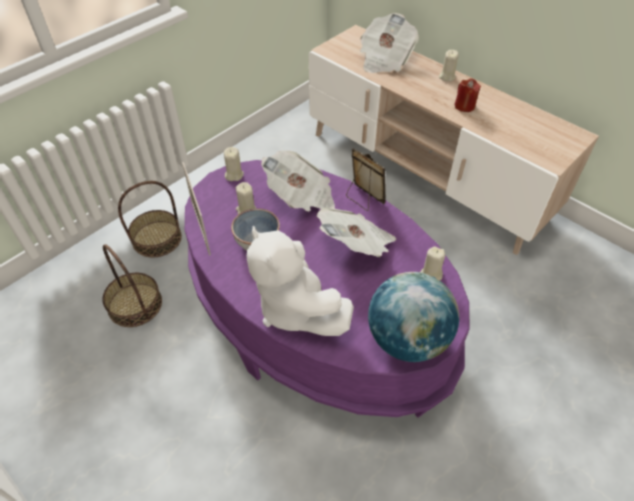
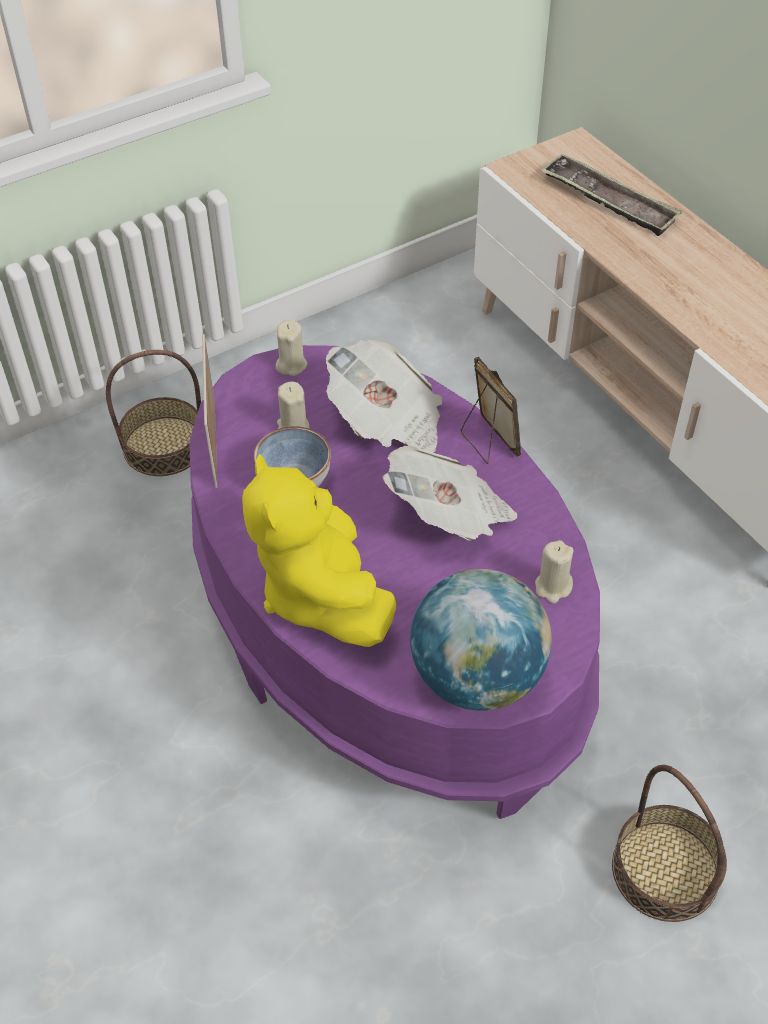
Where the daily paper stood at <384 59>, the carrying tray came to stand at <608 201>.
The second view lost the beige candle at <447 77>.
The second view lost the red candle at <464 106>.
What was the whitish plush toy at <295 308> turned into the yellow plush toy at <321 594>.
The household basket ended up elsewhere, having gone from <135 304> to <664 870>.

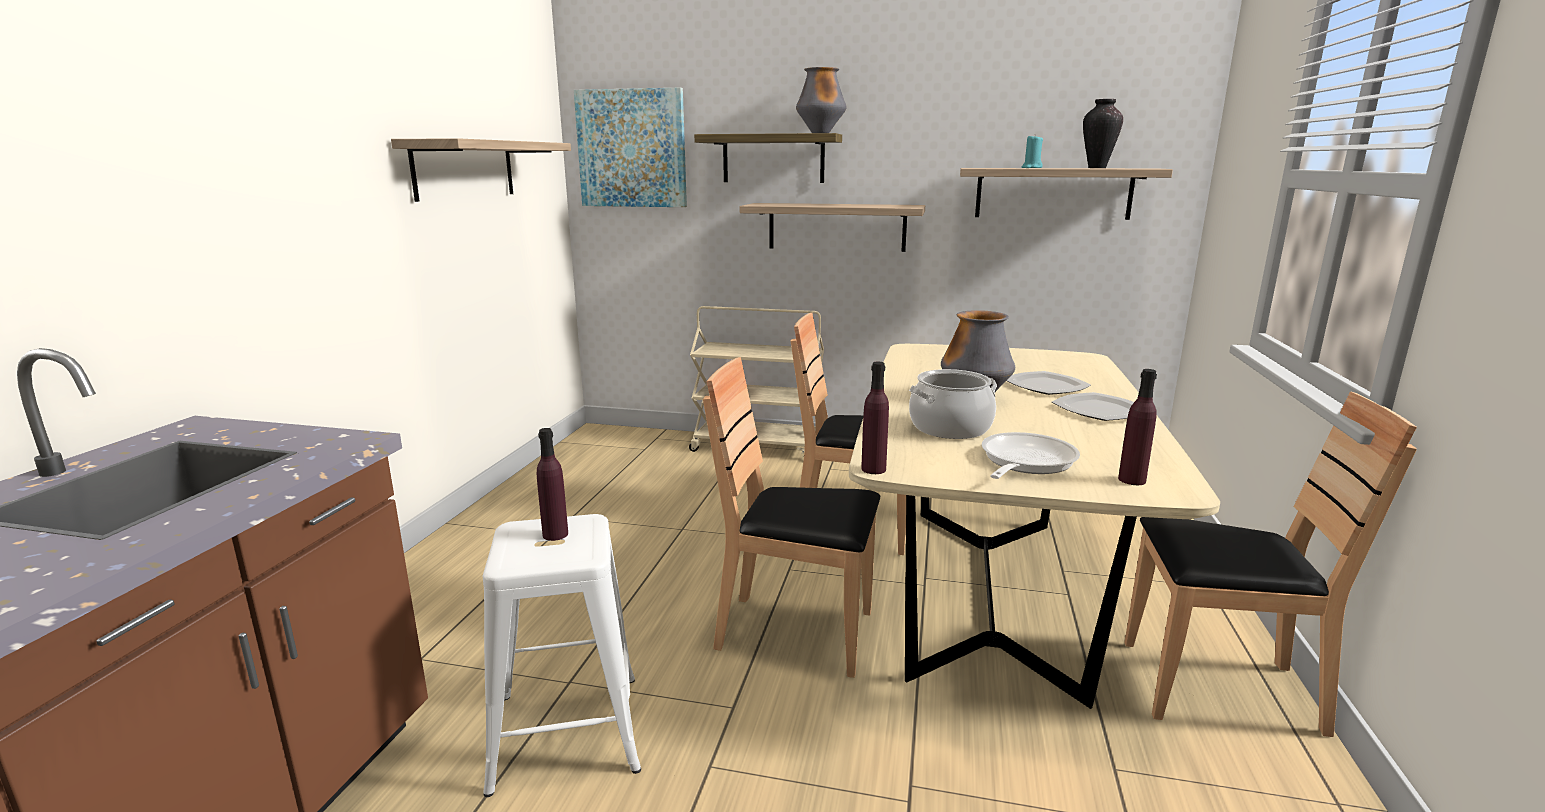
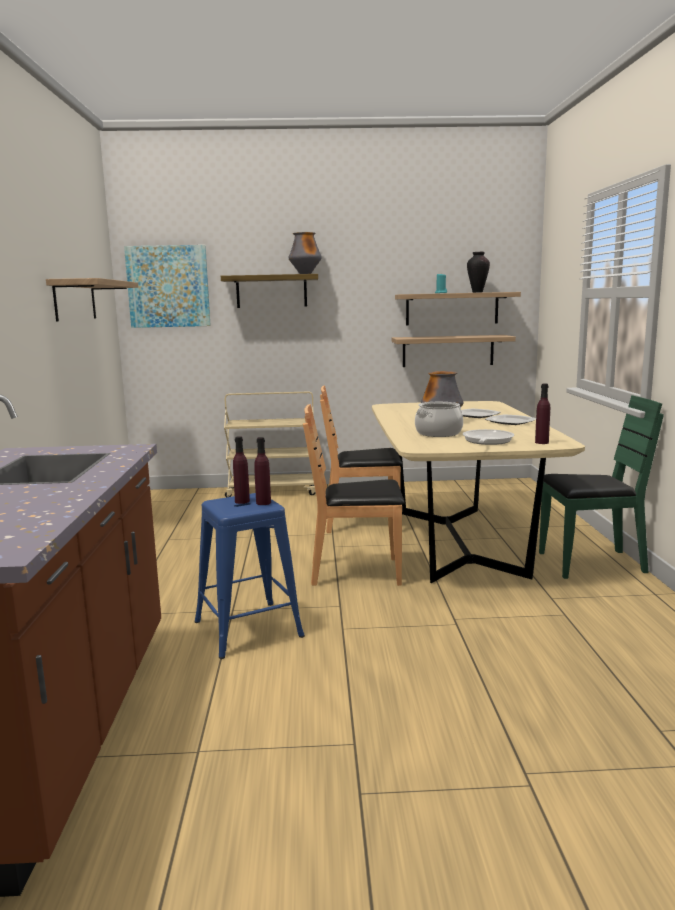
The shelf ended up elsewhere, having gone from <836 227> to <448 351>.
The purple bottle ended up elsewhere, having gone from <873 469> to <263 503>.
What was the brown upright chair at <1217 688> turned into the green upright chair at <590 563>.
What was the whitish stool seat at <567 731> turned into the bluish stool seat at <248 628>.

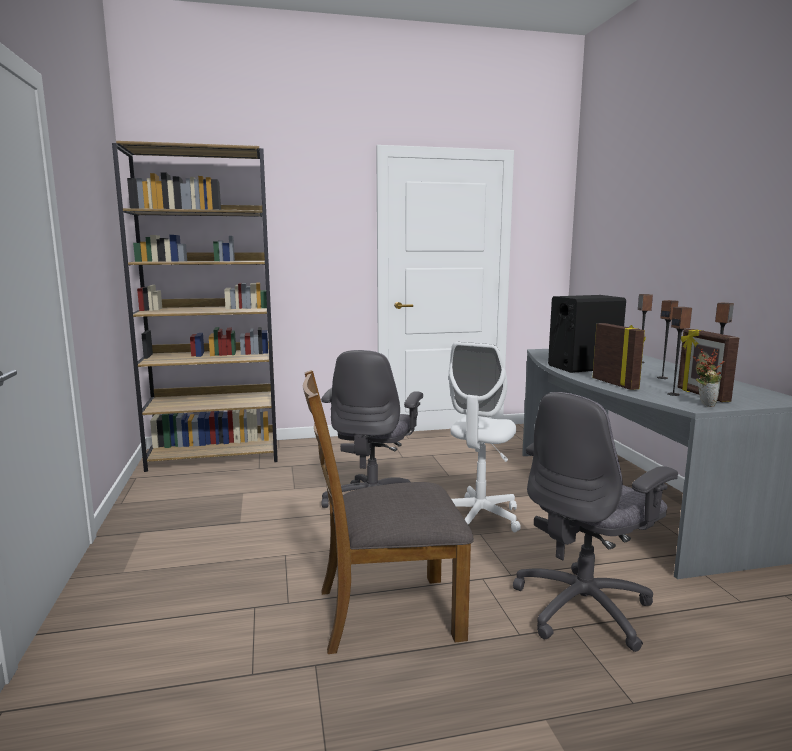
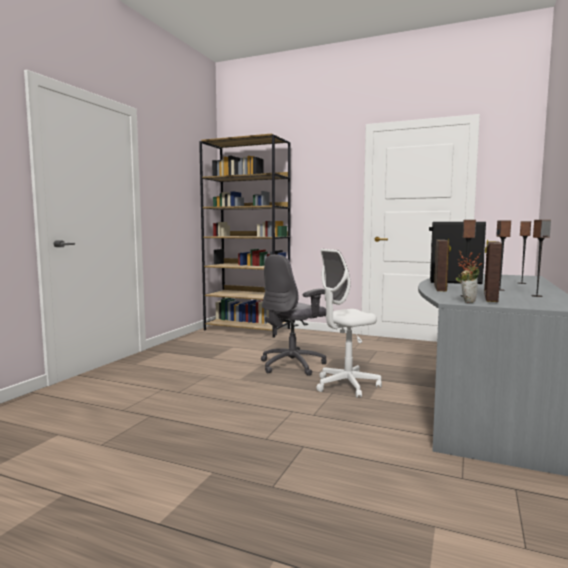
The second view lost the brown upright chair at <387 612>.
The second view lost the grey computer chair at <584 608>.

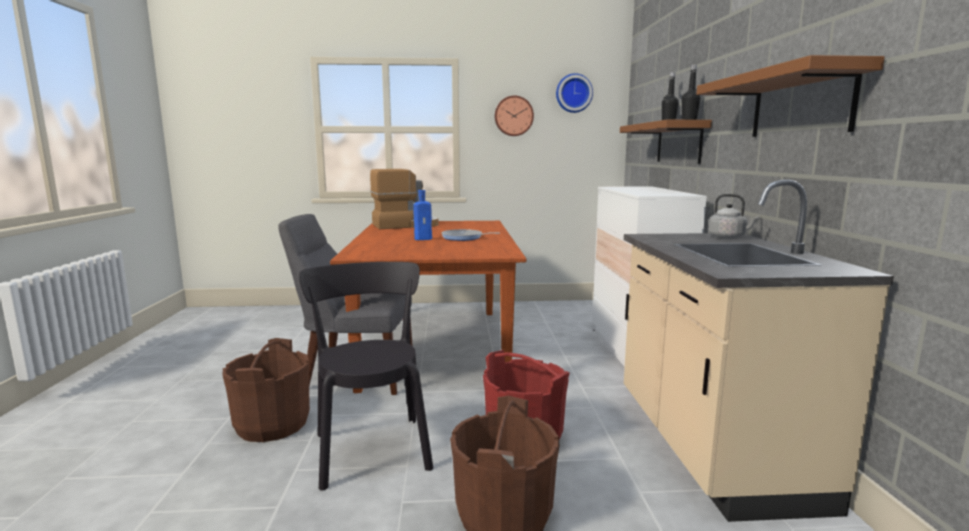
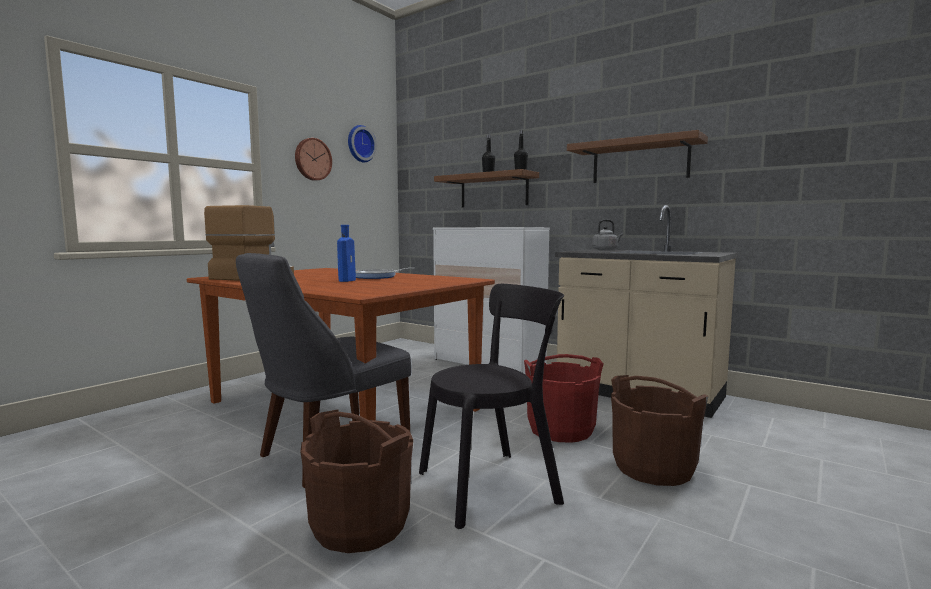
The blackish upright chair at <372 447> ended up facing another way, 135 degrees clockwise from before.

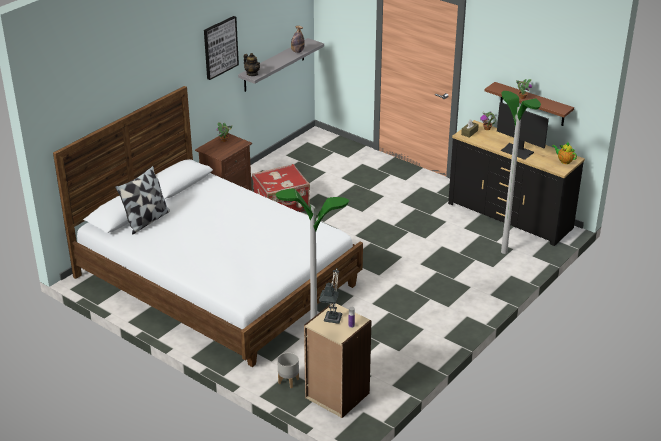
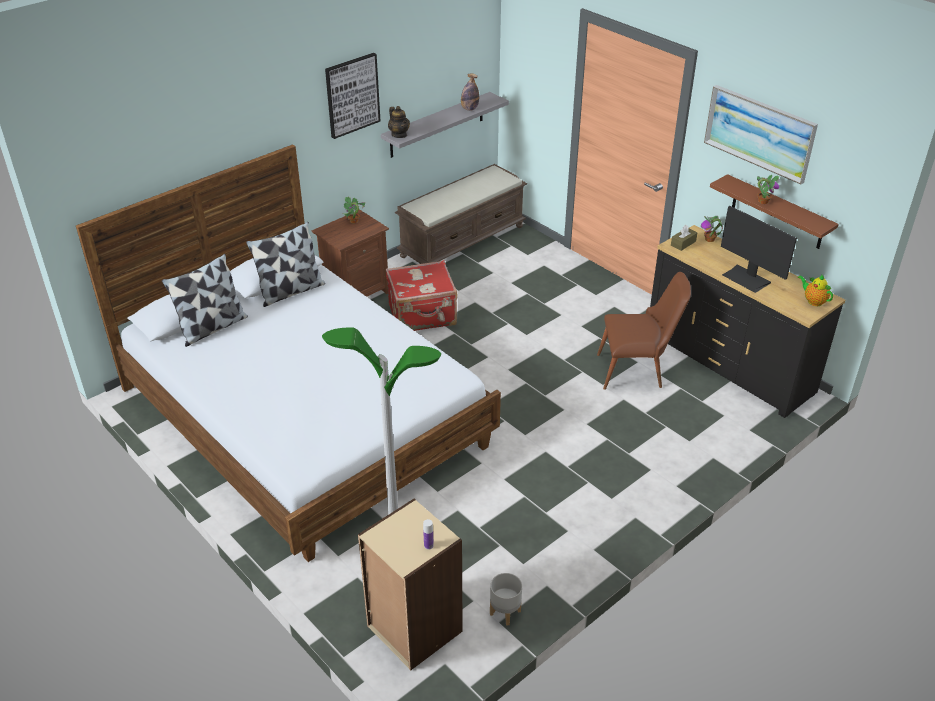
The second view lost the standard lamp at <504 252>.
The second view lost the lamp for a table at <332 321>.
The grey planter ended up elsewhere, having gone from <288 381> to <504 612>.
The second view gained the wall picture at <759 133>.
The second view gained the brown indoor bench at <462 240>.
The second view gained the pillow at <290 291>.
The second view gained the brown upright chair at <637 372>.

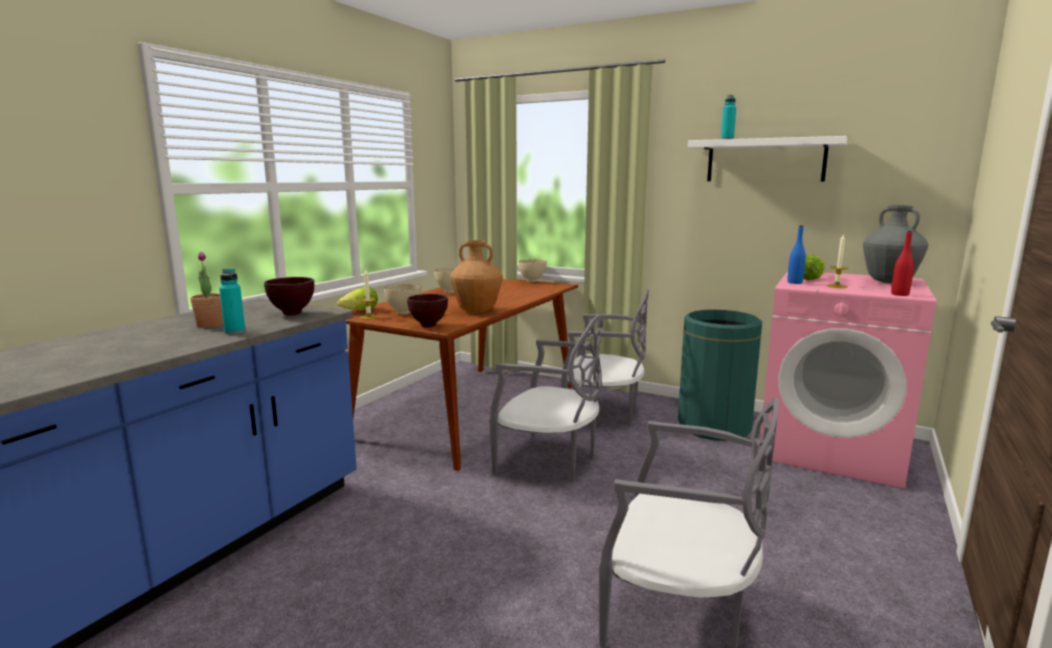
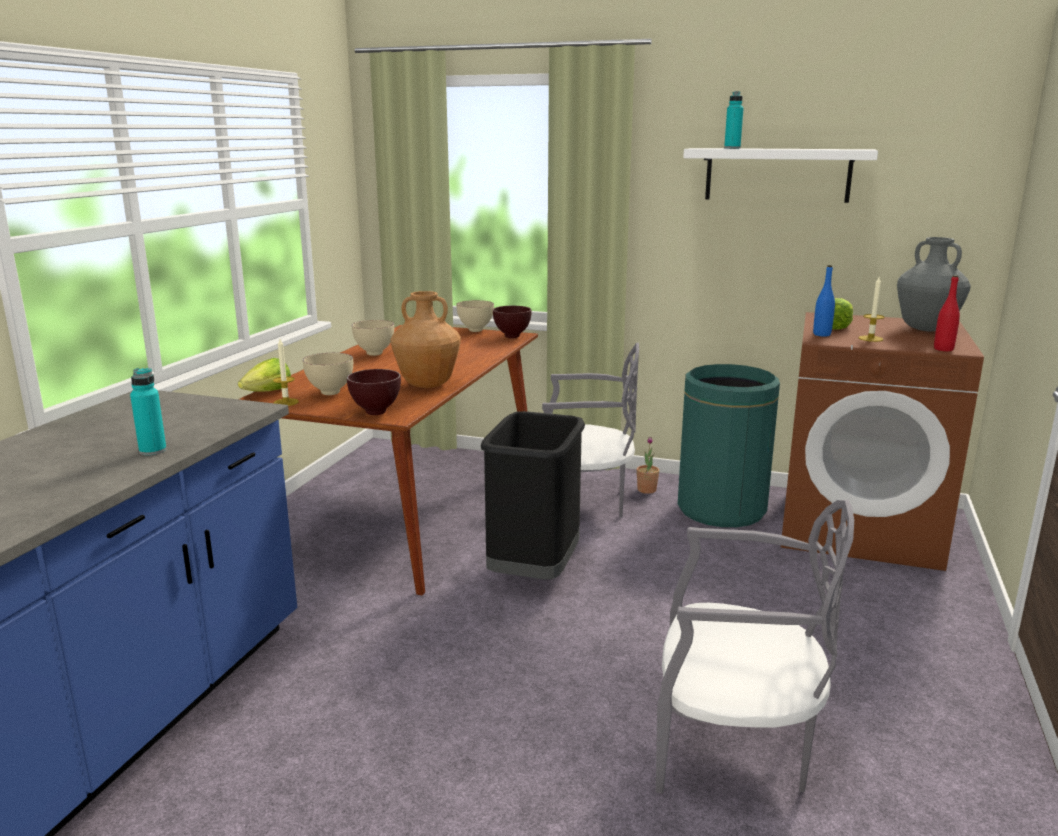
The houseplant ended up elsewhere, having gone from <210 324> to <646 490>.
What was the pinkish laundry machine at <831 449> turned into the brown laundry machine at <859 528>.
The brown serving bowl ended up elsewhere, having gone from <292 314> to <512 337>.
Where the grey upright chair stood at <549 461>, the blackish rubbish bin came to stand at <534 572>.

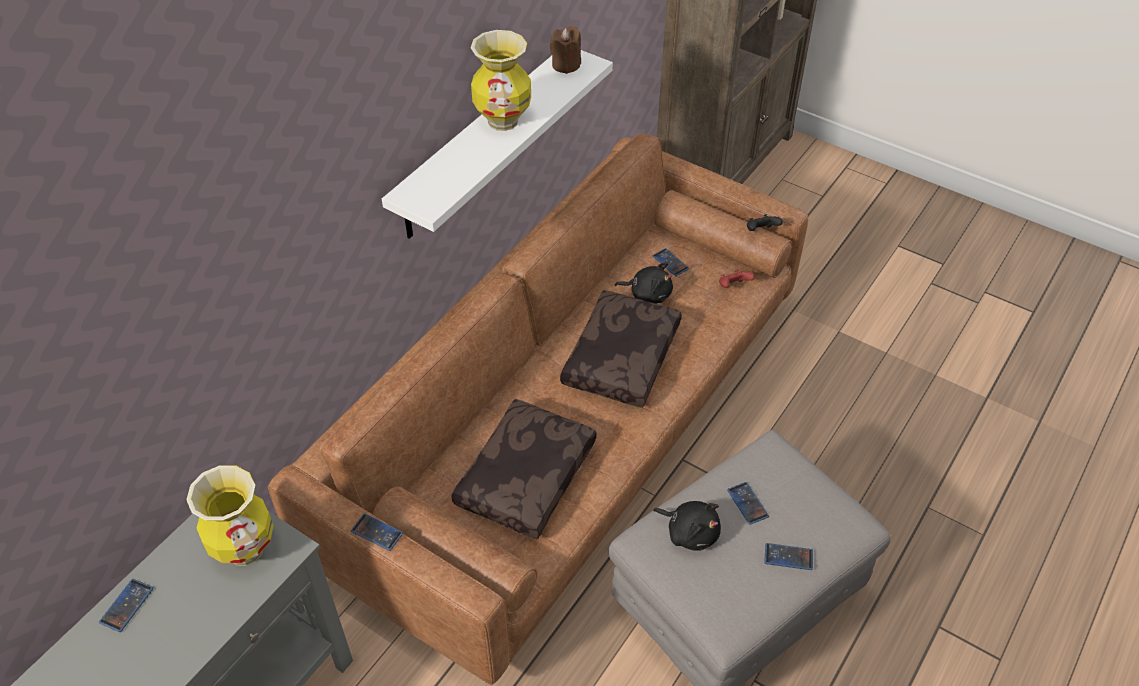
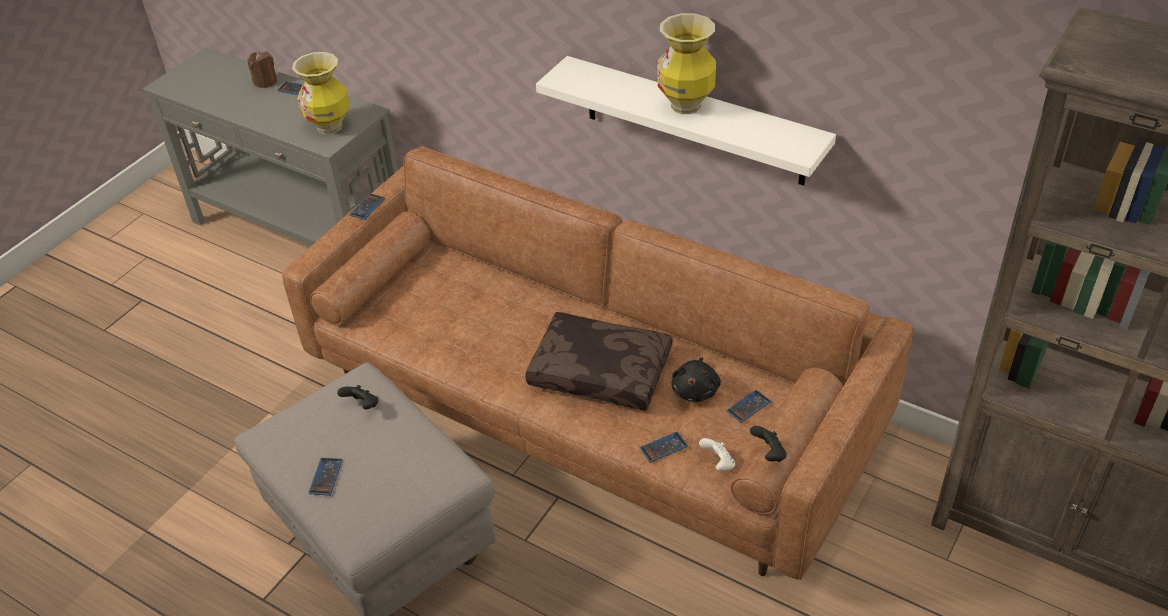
The brown candle ended up elsewhere, having gone from <566 65> to <265 82>.
What was the red gamepad at <733 287> turned into the whitish gamepad at <718 463>.
The second view lost the brown pillow at <524 475>.
The phone ended up elsewhere, having gone from <747 503> to <663 447>.
Where the blackish plush toy stood at <690 532>, the blackish gamepad came to stand at <362 405>.

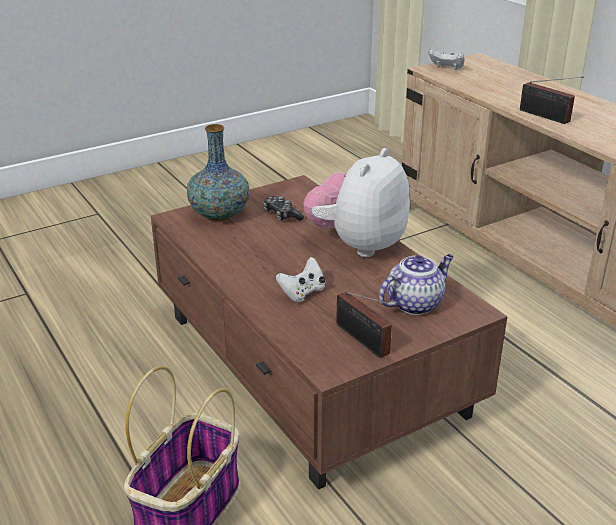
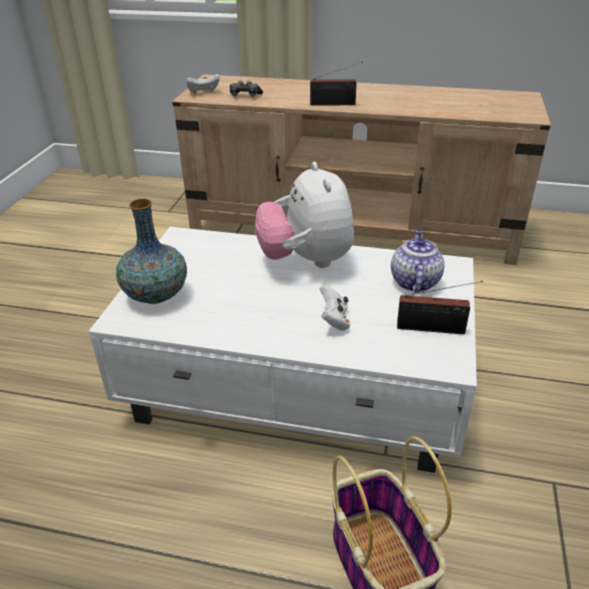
What was the brown coffee table at <311 365> turned into the whitish coffee table at <299 385>.
The gamepad ended up elsewhere, having gone from <281 215> to <245 96>.

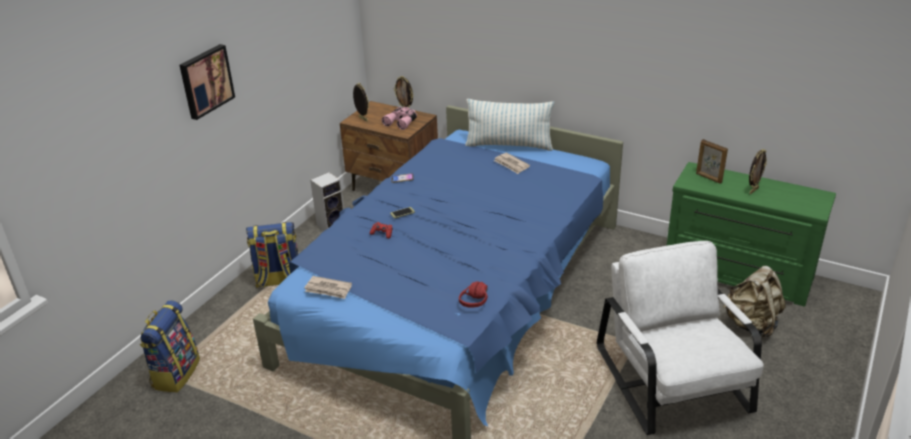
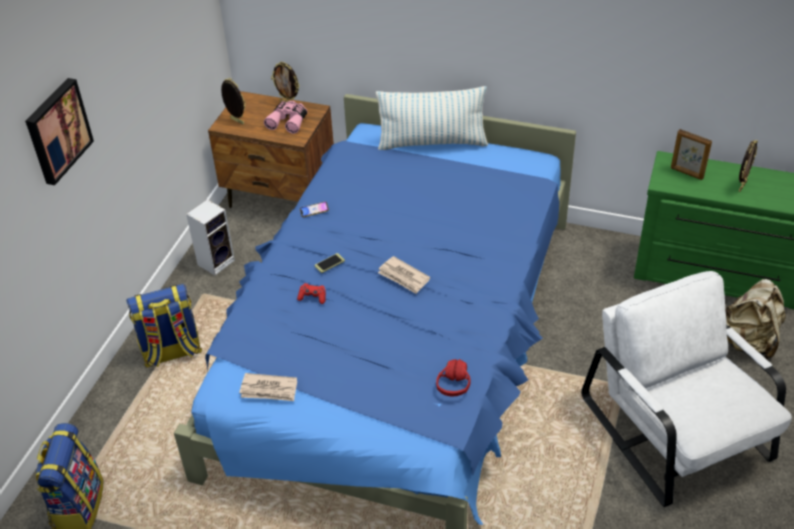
The daily paper ended up elsewhere, having gone from <511 165> to <403 277>.

